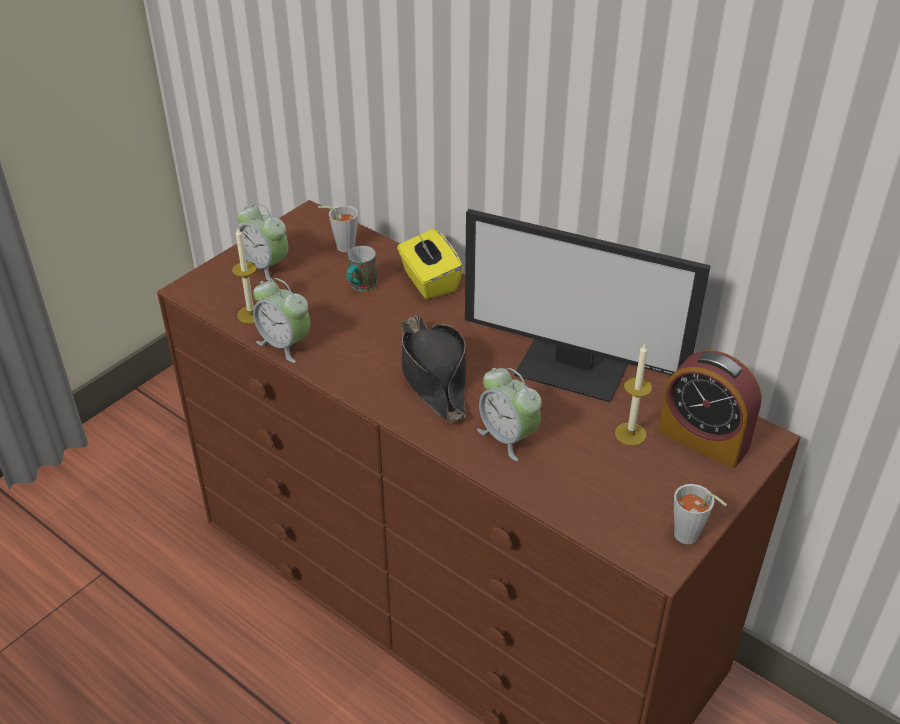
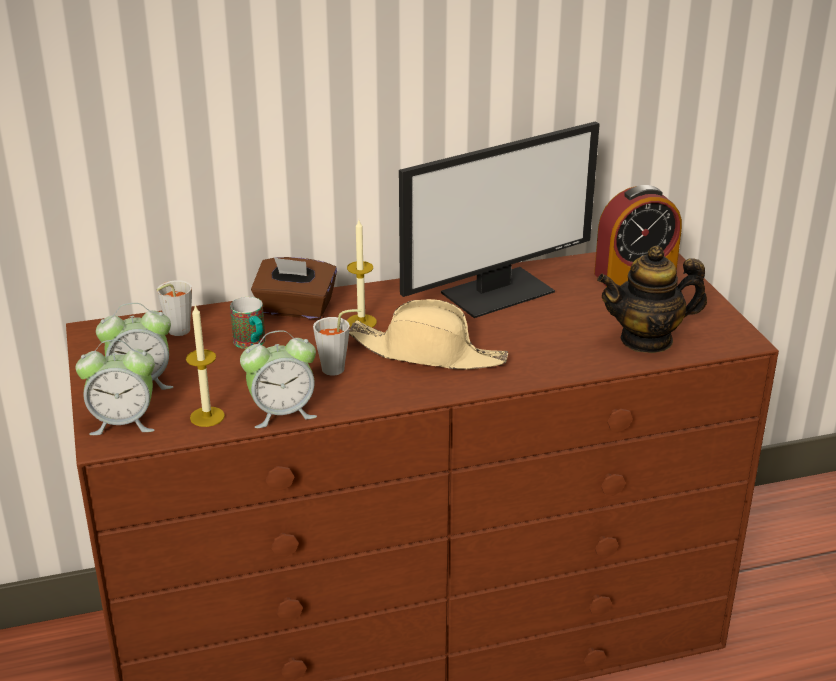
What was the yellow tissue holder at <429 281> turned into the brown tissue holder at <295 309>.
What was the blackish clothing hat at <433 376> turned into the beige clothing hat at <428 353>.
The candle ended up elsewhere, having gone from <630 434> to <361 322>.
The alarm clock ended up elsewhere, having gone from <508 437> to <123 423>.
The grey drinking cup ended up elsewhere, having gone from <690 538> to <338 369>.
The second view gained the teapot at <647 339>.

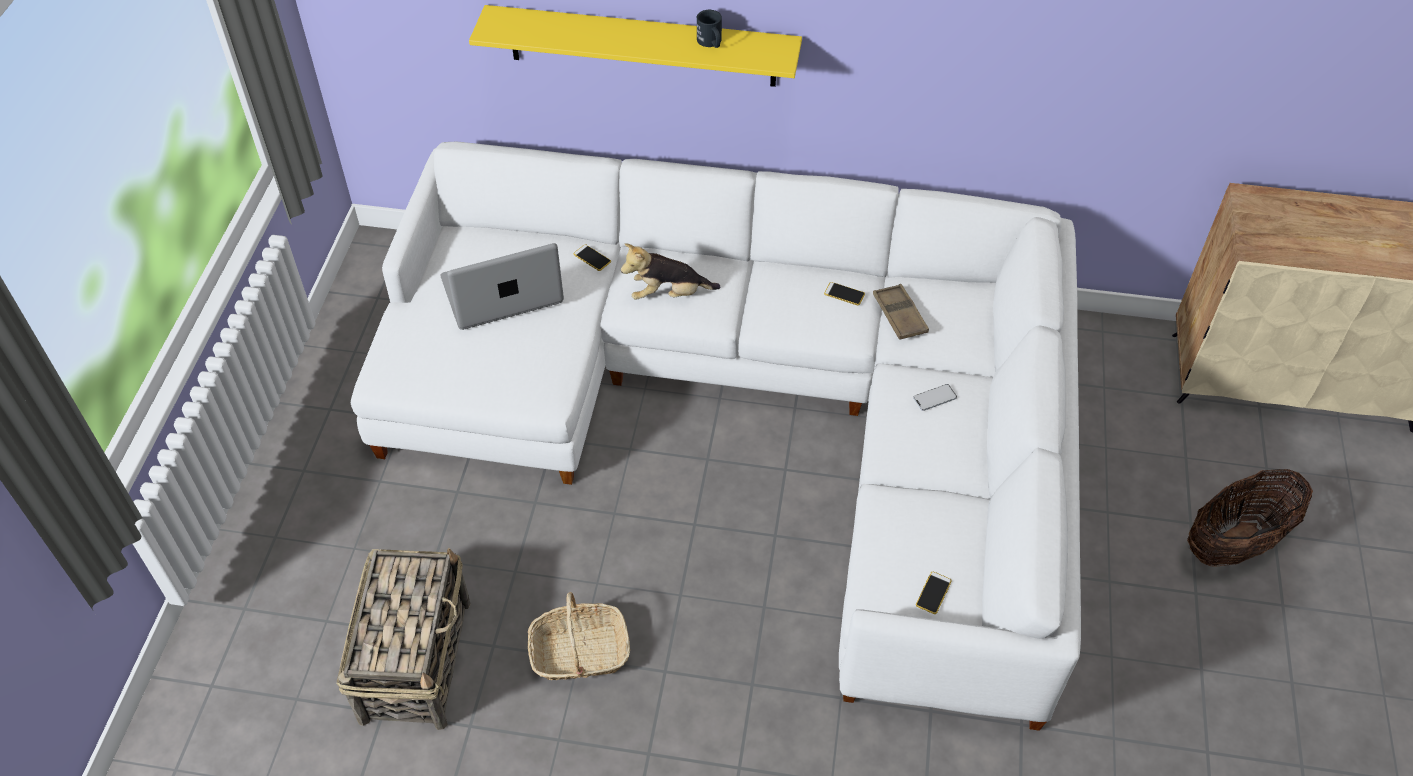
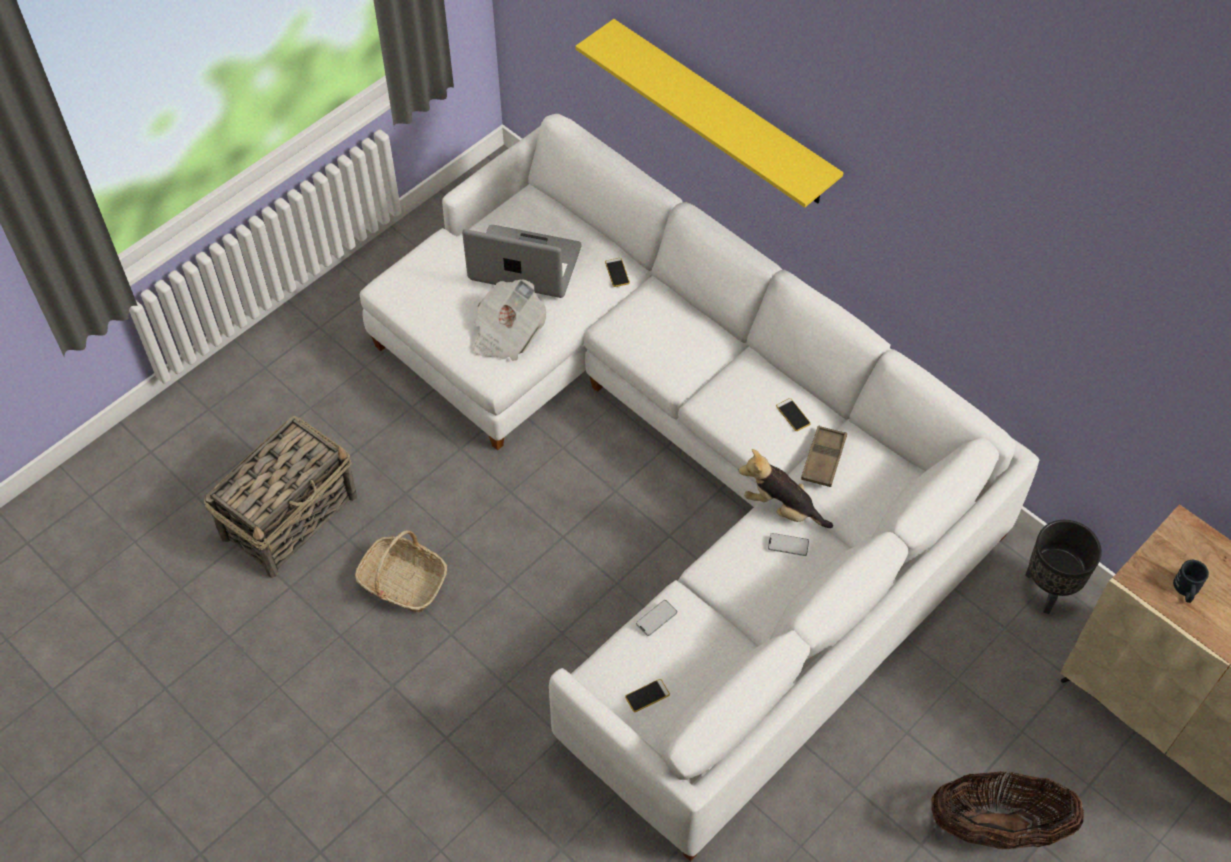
The blackish mug ended up elsewhere, having gone from <711 43> to <1186 590>.
The plush toy ended up elsewhere, having gone from <668 294> to <782 508>.
The second view gained the daily paper at <507 334>.
The second view gained the blackish planter at <1049 590>.
The second view gained the phone at <656 618>.

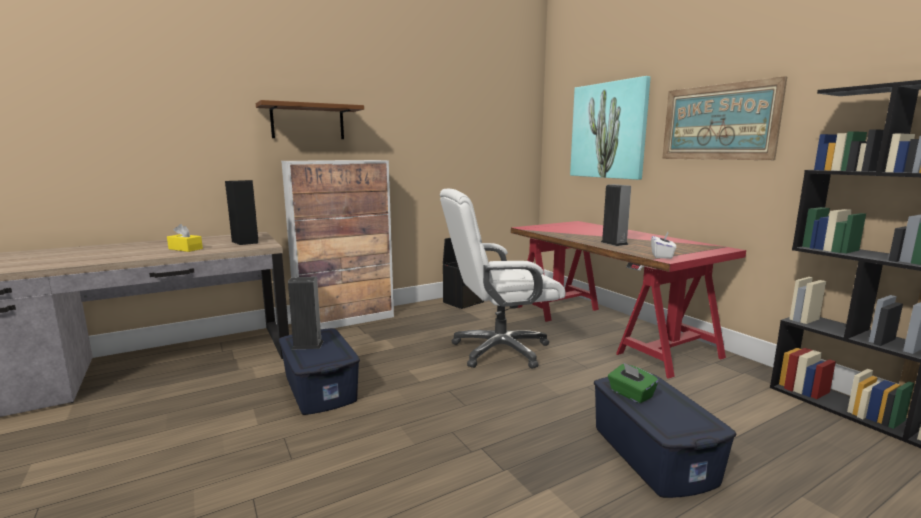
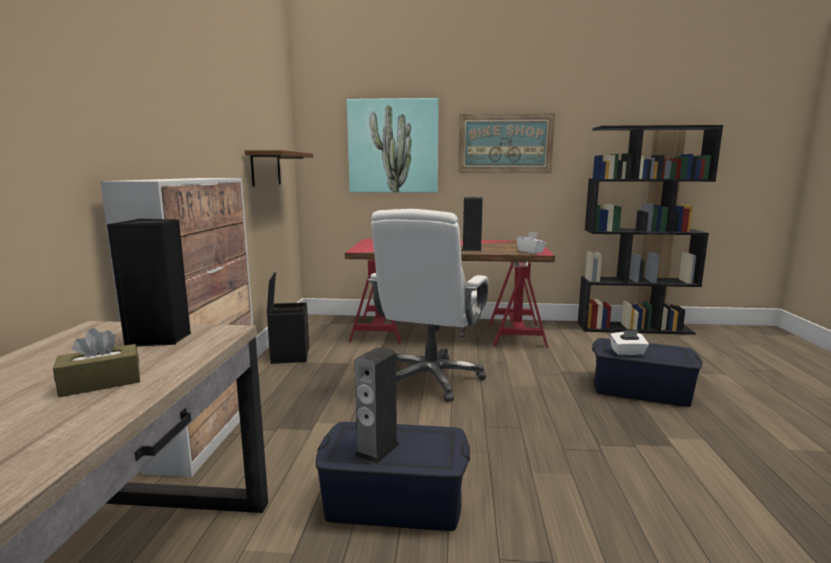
The brown shelf ended up elsewhere, having gone from <308 122> to <266 168>.
What was the yellow tissue holder at <185 249> turned into the brown tissue holder at <101 383>.
What was the green tissue holder at <630 394> turned into the whitish tissue holder at <627 353>.

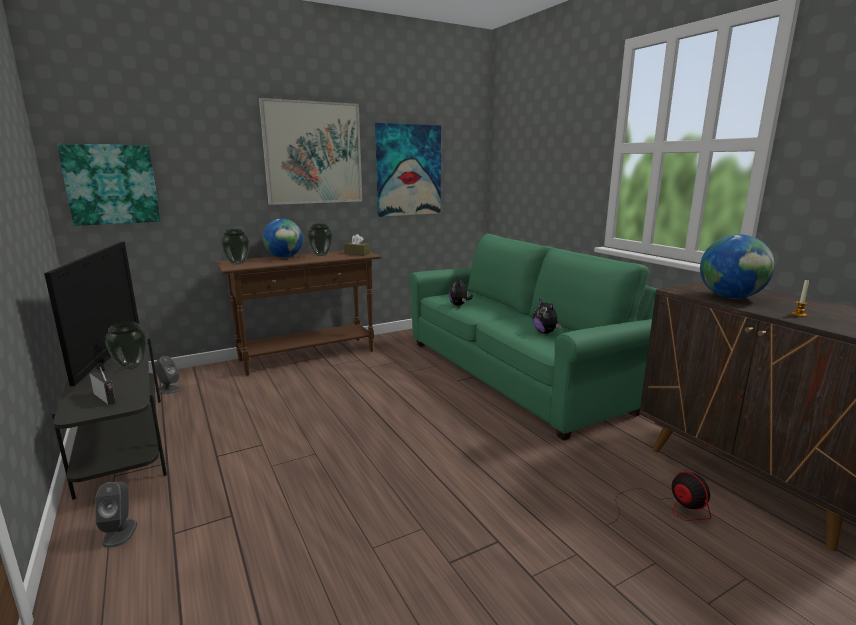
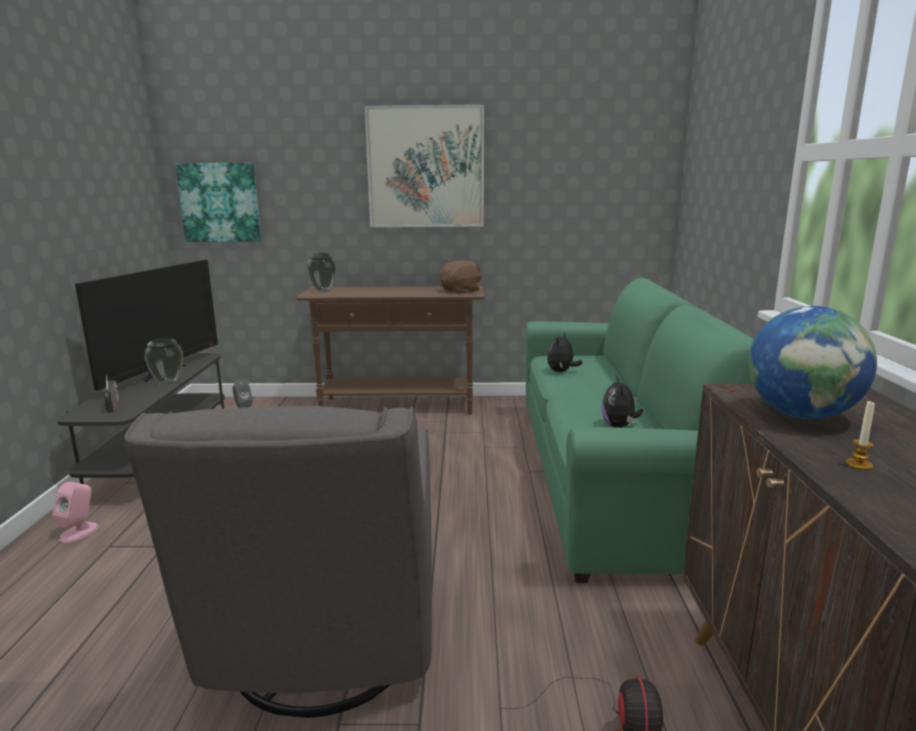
The second view lost the wall picture at <408 170>.
The second view lost the globe at <284 257>.
The second view lost the decorative vase at <321 255>.
Where the brown tissue holder stood at <357 253>, the brown plush toy came to stand at <461 291>.
What was the grey loudspeaker at <120 532> turned into the pinkish loudspeaker at <79 532>.
The second view gained the grey easy chair at <323 652>.

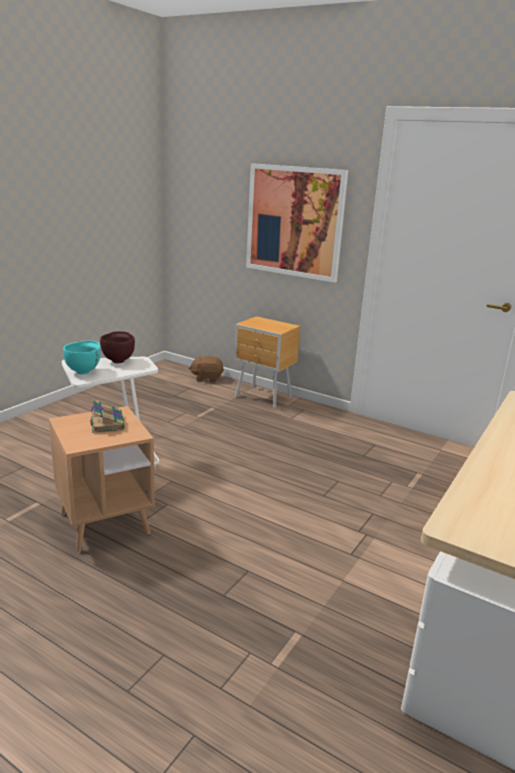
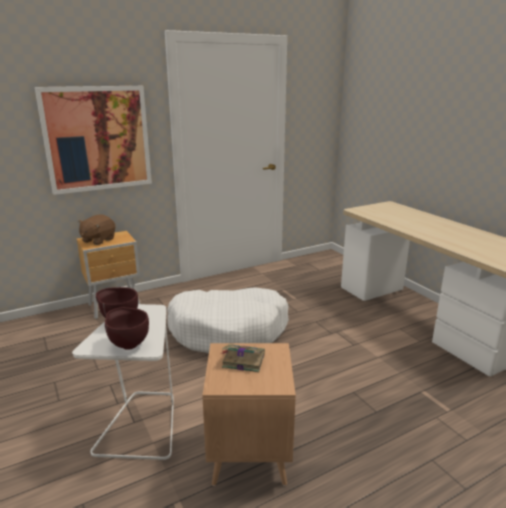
What was the blue-green serving bowl at <84 371> turned into the brown serving bowl at <128 344>.
The brown plush toy ended up elsewhere, having gone from <207 378> to <98 240>.
The second view gained the whitish dog cushion at <229 331>.

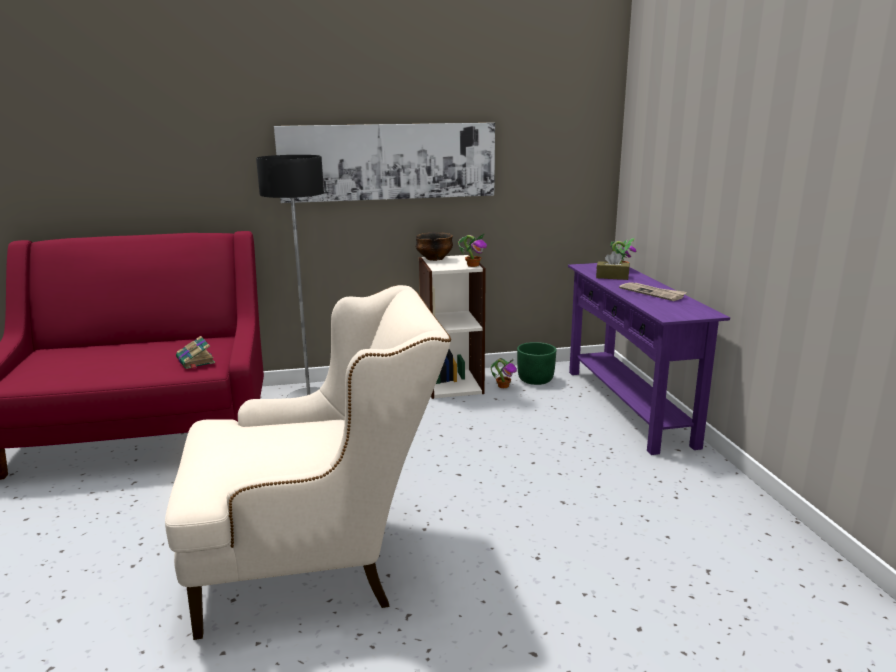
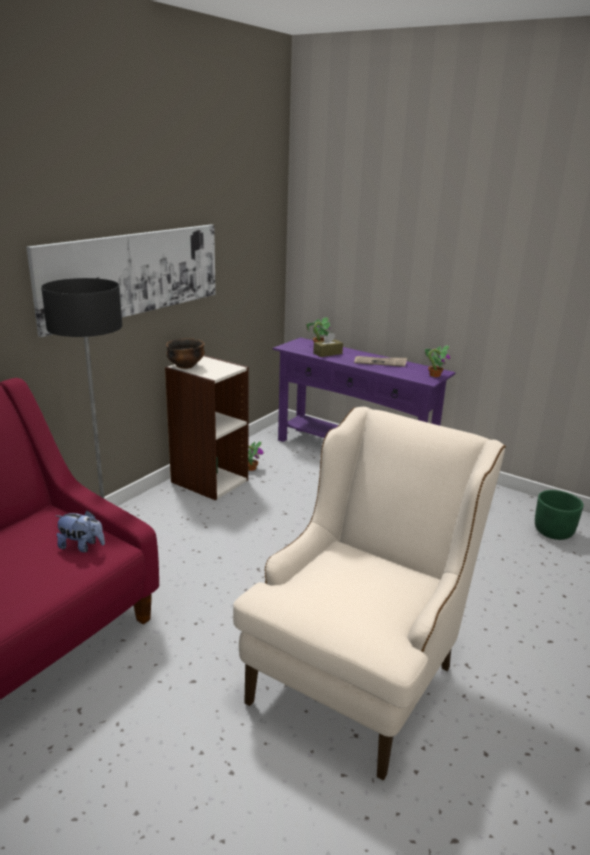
The houseplant ended up elsewhere, having gone from <473 265> to <434 375>.
Where the bound book stood at <196 361>, the plush toy came to stand at <82 546>.
The green planter ended up elsewhere, having gone from <535 380> to <553 532>.

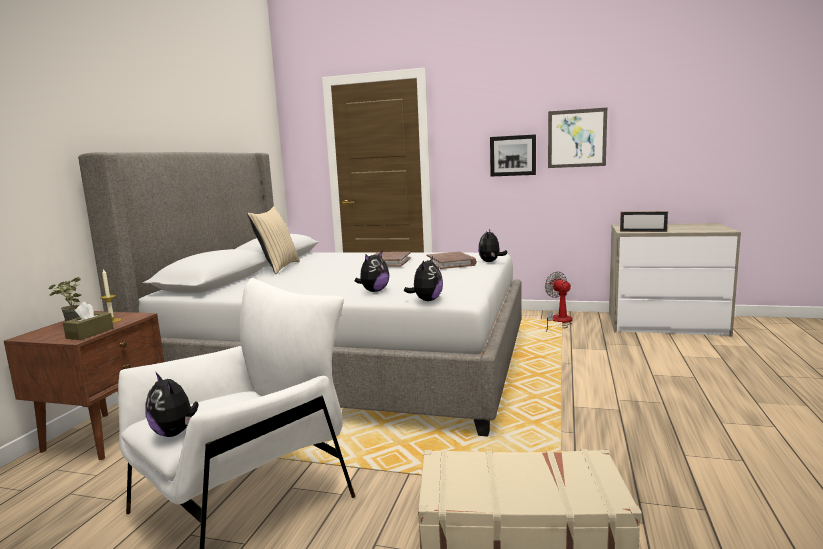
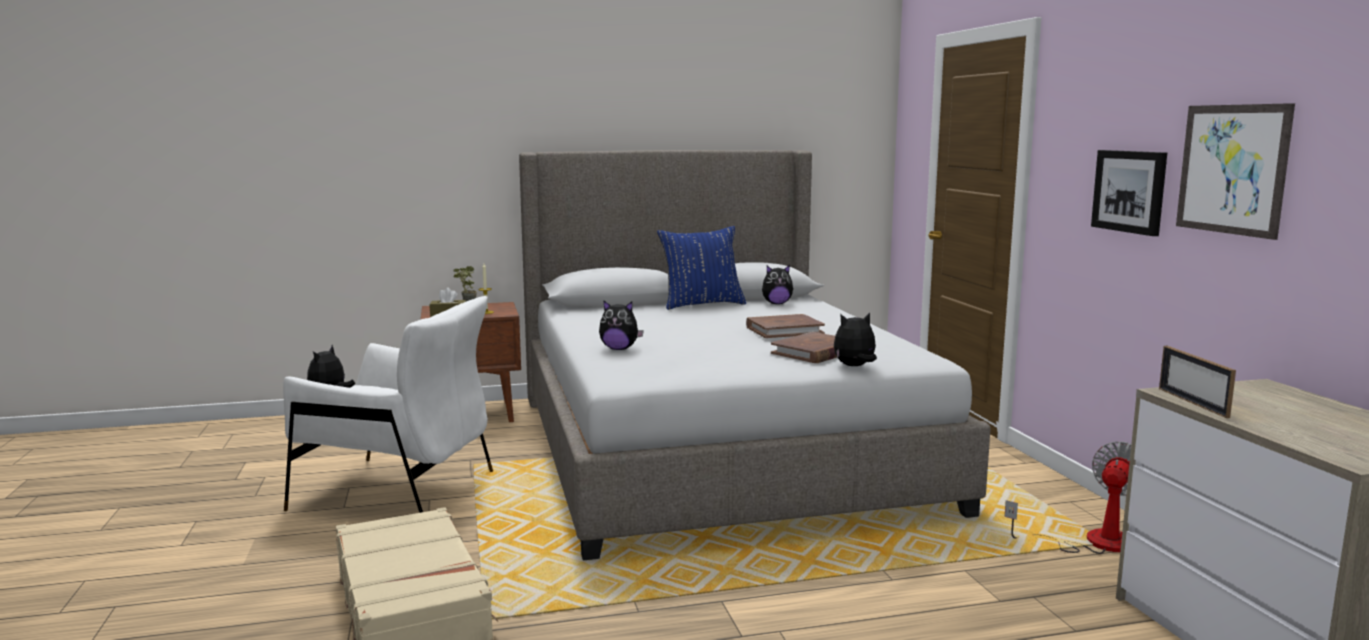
What was the beige pillow at <278 268> turned into the bluish pillow at <701 305>.
The plush toy ended up elsewhere, having gone from <426 300> to <776 303>.

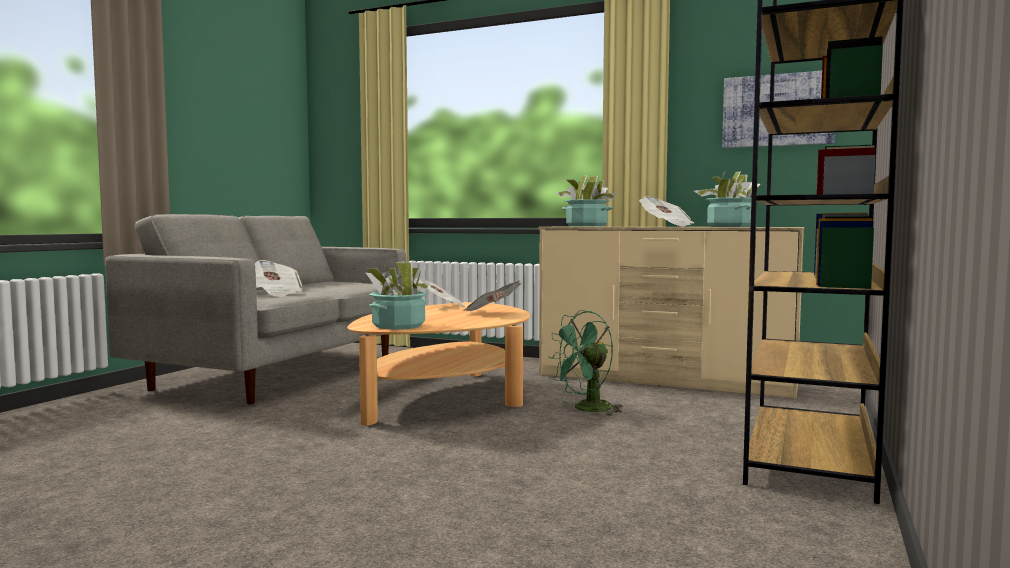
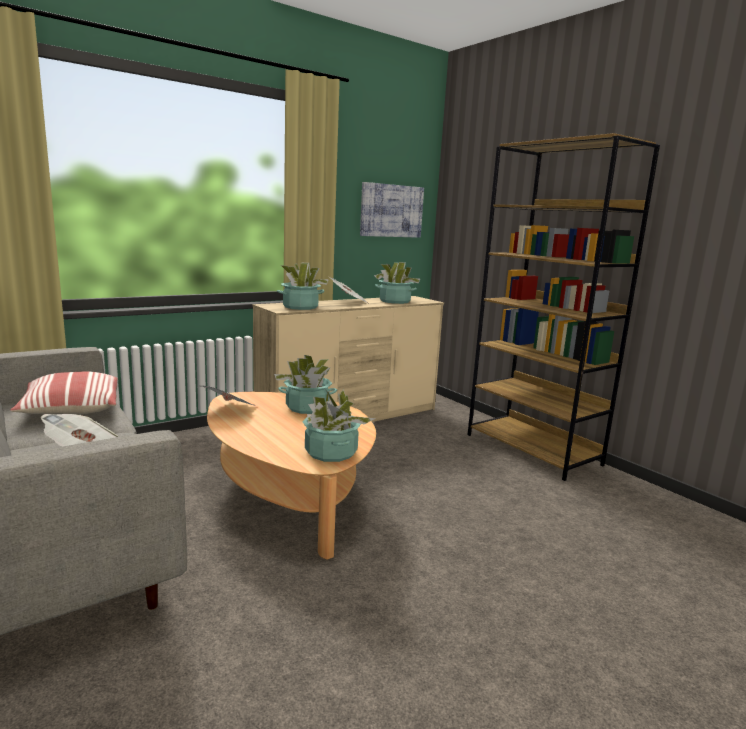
Where the daily paper stood at <491 313>, the houseplant came to stand at <307 407>.
The second view lost the green electric fan at <586 409>.
The second view gained the pillow at <71 410>.

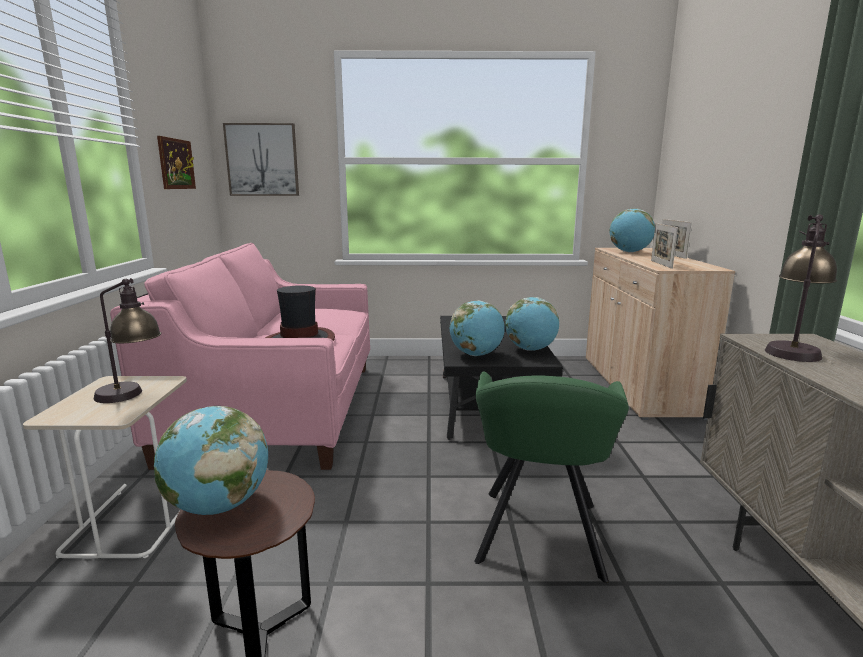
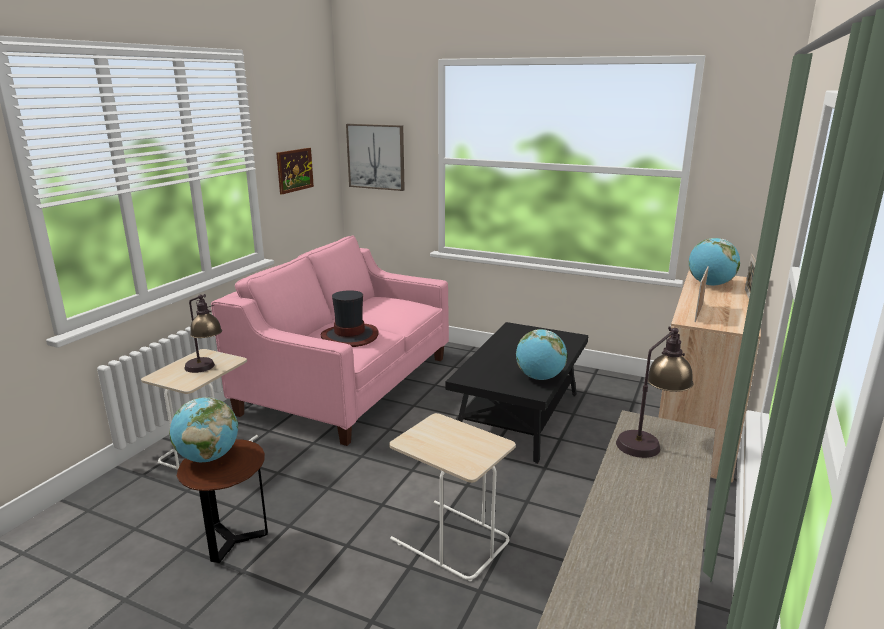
The second view lost the globe at <476 355>.
Where the green easy chair stood at <538 537>, the beige accent table came to stand at <449 540>.

